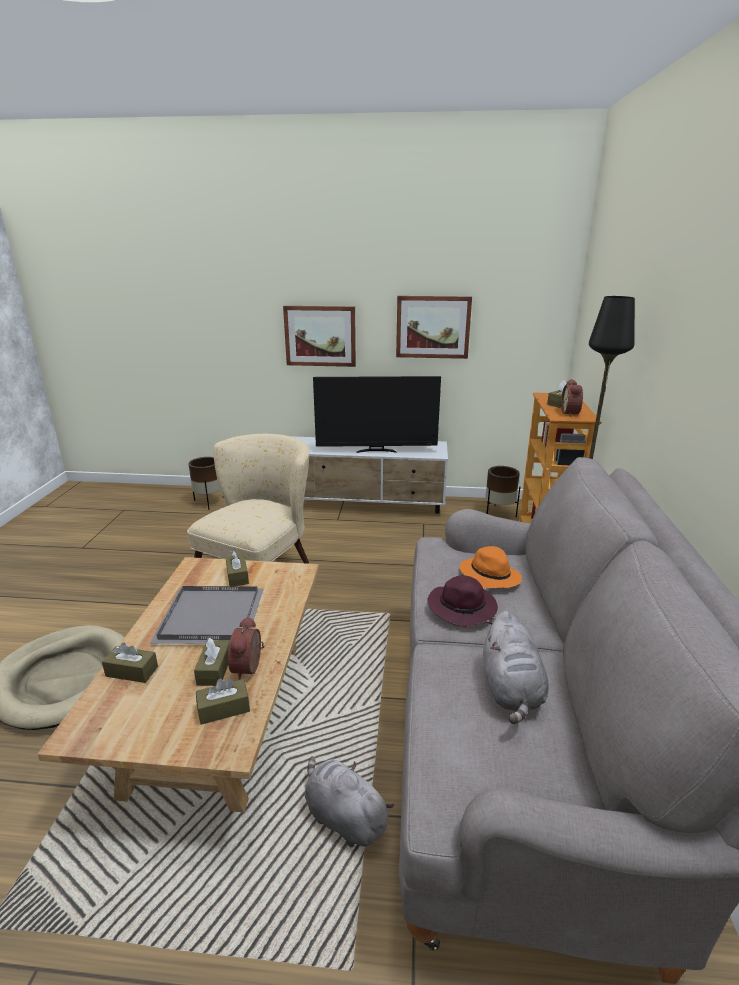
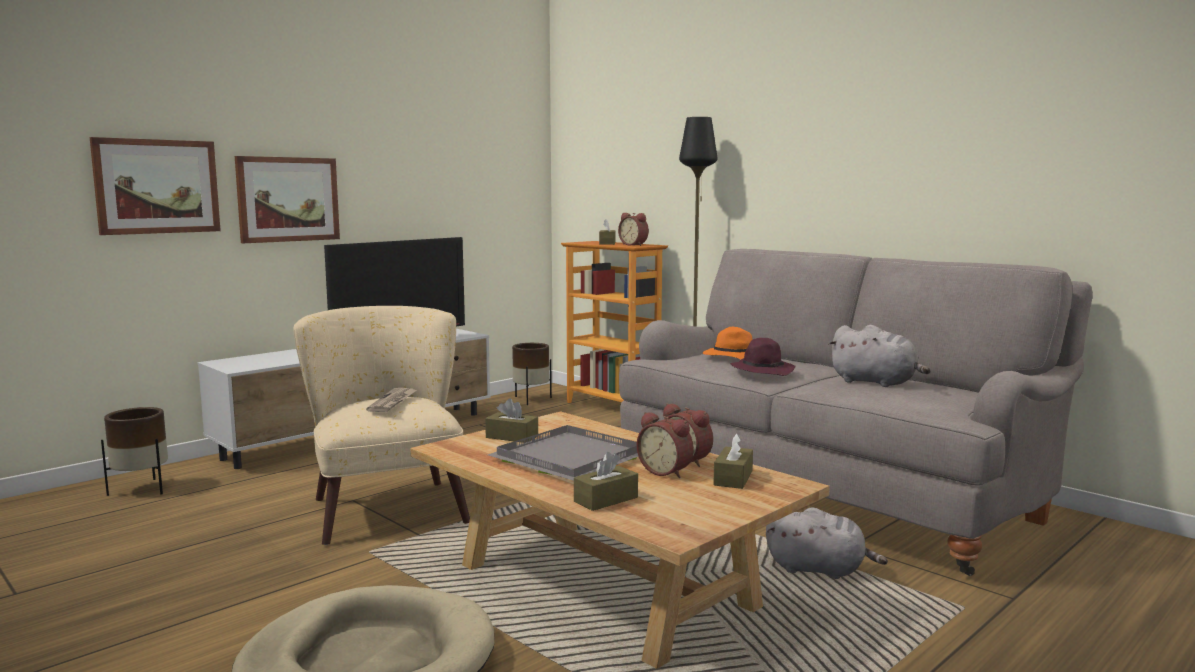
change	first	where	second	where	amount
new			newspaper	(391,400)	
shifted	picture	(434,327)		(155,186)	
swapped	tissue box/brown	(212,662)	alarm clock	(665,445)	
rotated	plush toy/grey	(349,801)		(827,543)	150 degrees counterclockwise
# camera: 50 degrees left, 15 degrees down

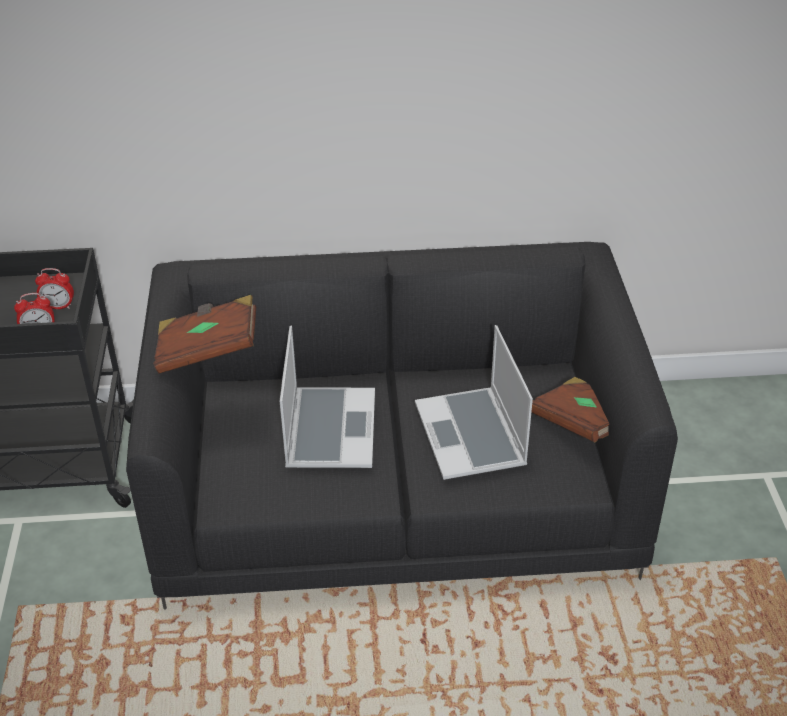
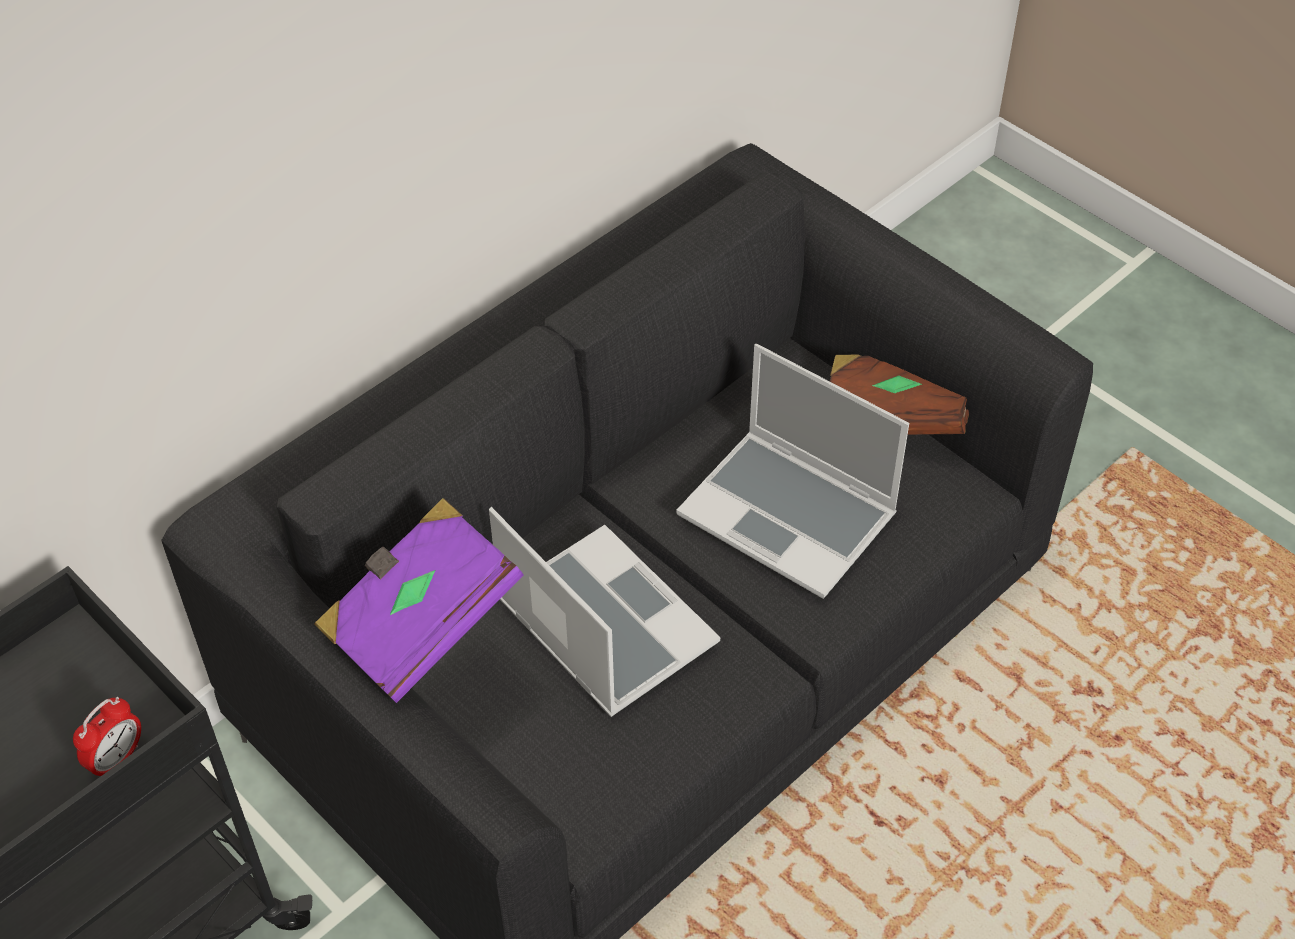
change	first	where	second	where	amount
gone	alarm clock	(54,288)			
repainted	book/brown	(205,334)	book/purple	(419,600)	
# camera: 40 degrees left, 10 degrees up

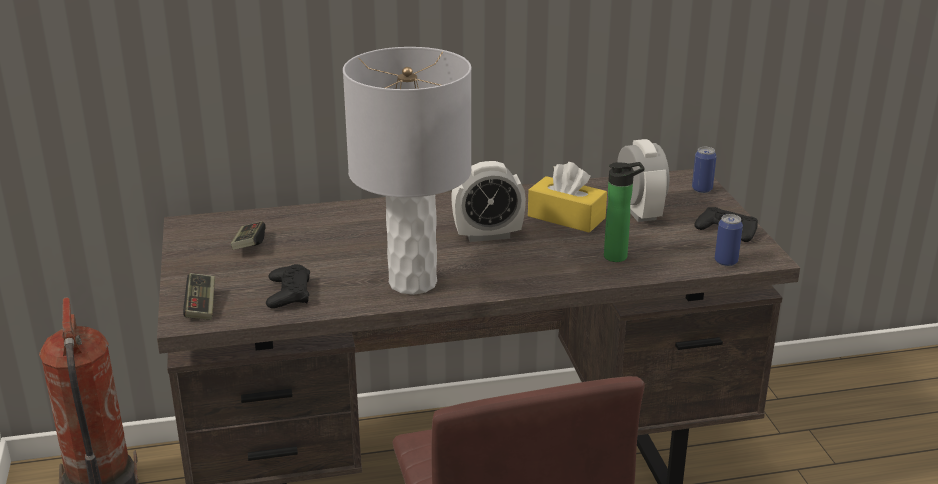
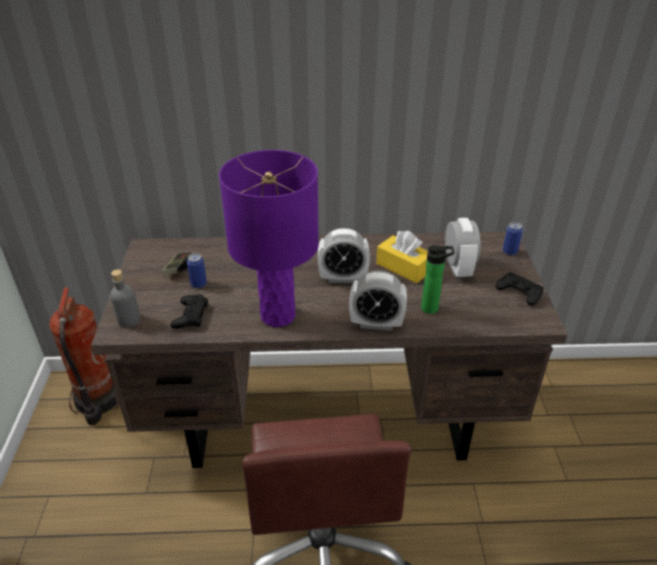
change	first	where	second	where	amount
new			alarm clock	(378,301)	
shifted	can	(729,240)		(197,270)	
swapped	game controller	(199,296)	bottle/grey	(125,298)	
repainted	table lamp/grey	(407,171)	table lamp/purple	(269,238)	
# camera: 10 degrees right, 10 degrees up

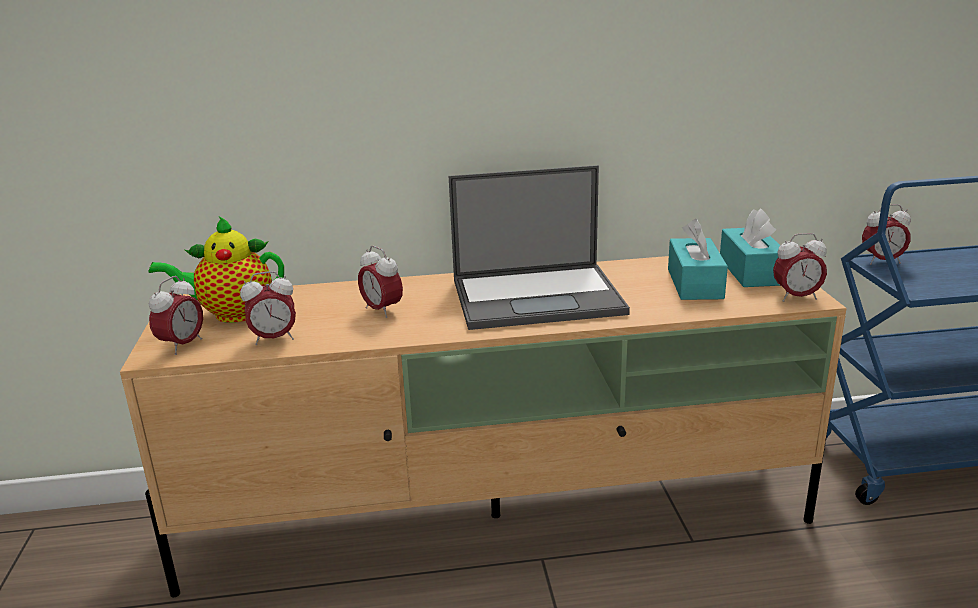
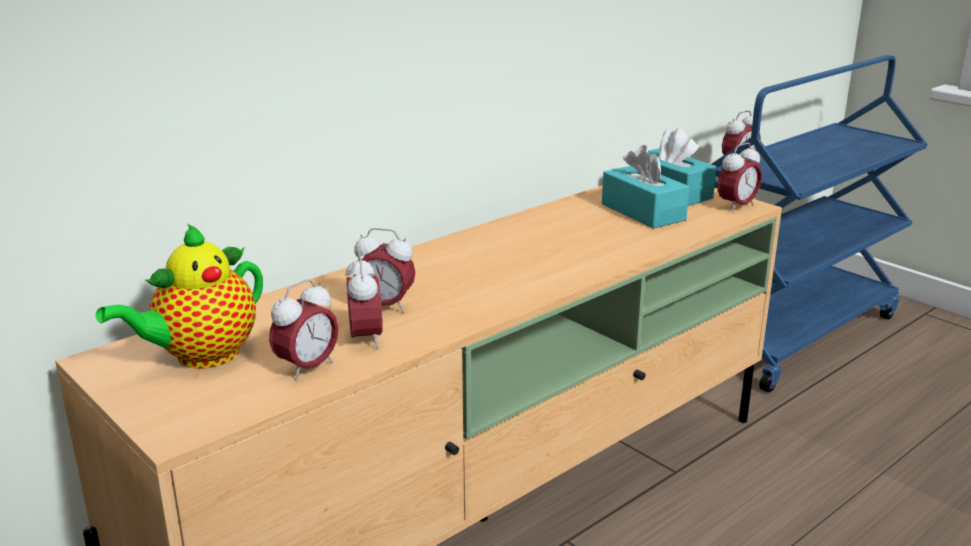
change	first	where	second	where	amount
gone	laptop	(539,247)			
shifted	alarm clock	(176,315)		(364,301)	
# camera: 35 degrees left, 0 degrees up

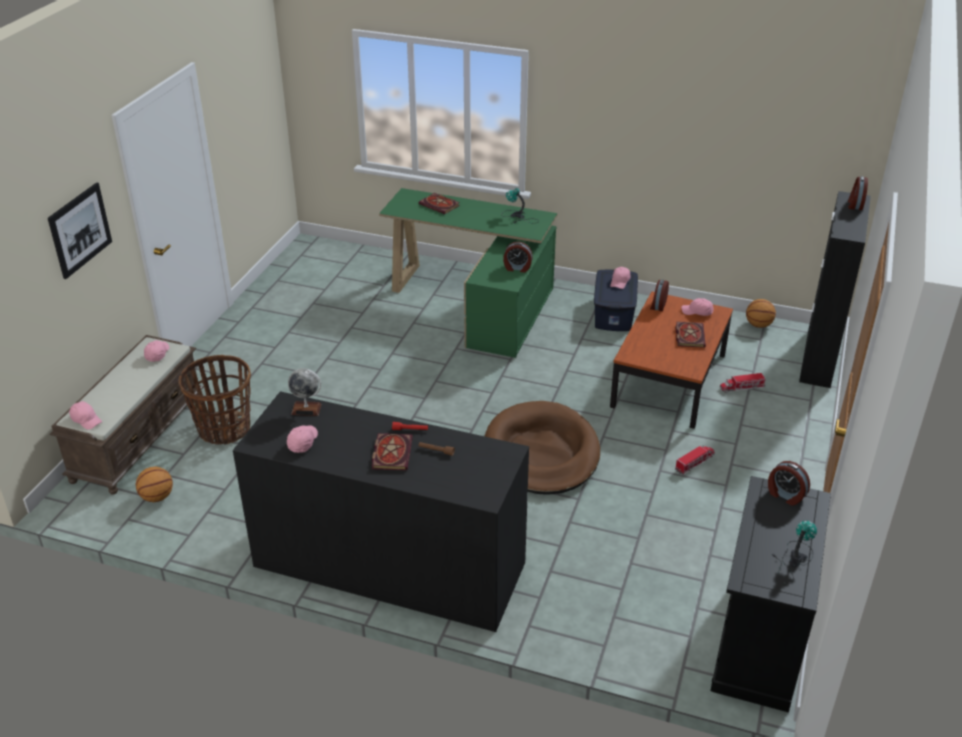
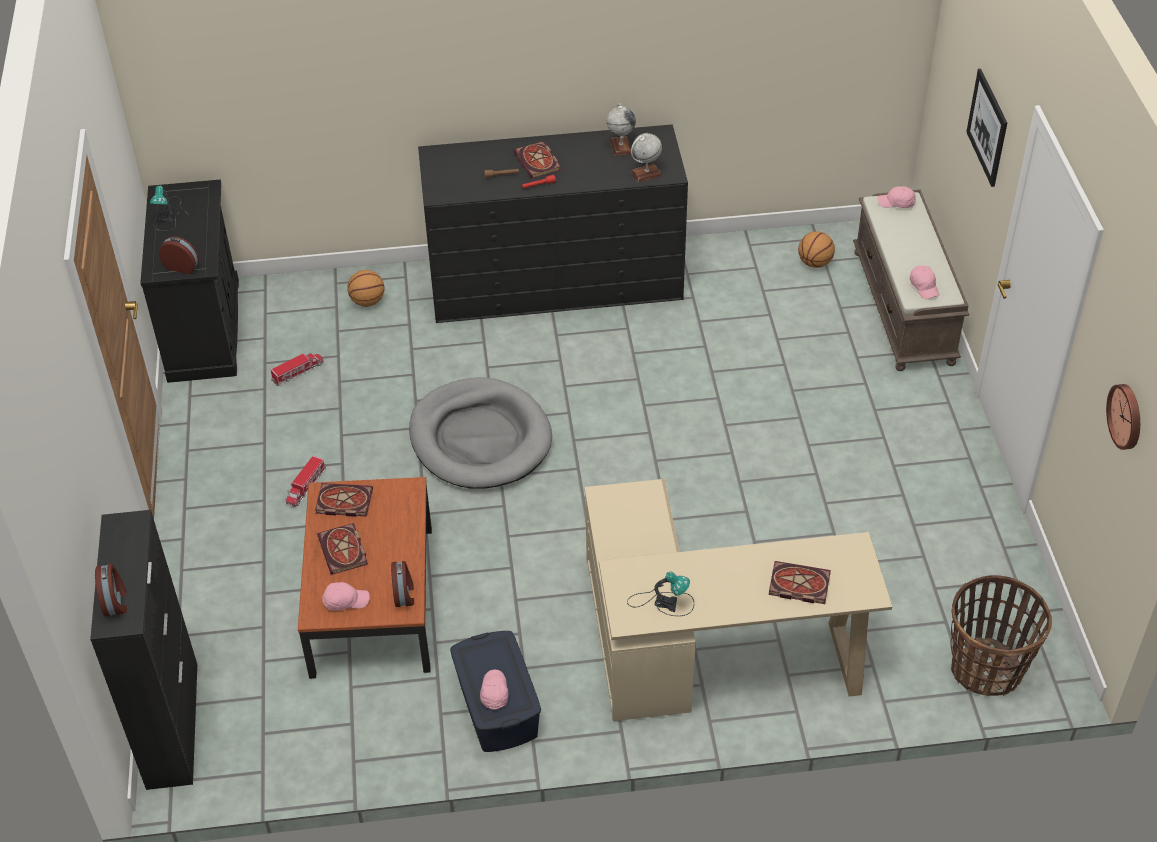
change	first	where	second	where	amount
gone	alarm clock	(517,257)			
new			book	(344,500)	
new			wall clock	(1123,417)	
shifted	basket	(215,400)		(1001,635)	
shifted	toy truck	(742,383)		(297,369)	
shifted	basketball	(761,313)		(365,288)	
swapped	cap/pink	(302,439)	globe	(621,130)	
repainted	desk/green	(468,273)	desk/beige	(738,599)	
repainted	dog bed/brown	(542,448)	dog bed/grey	(480,433)	
# camera: 155 degrees right, 10 degrees up

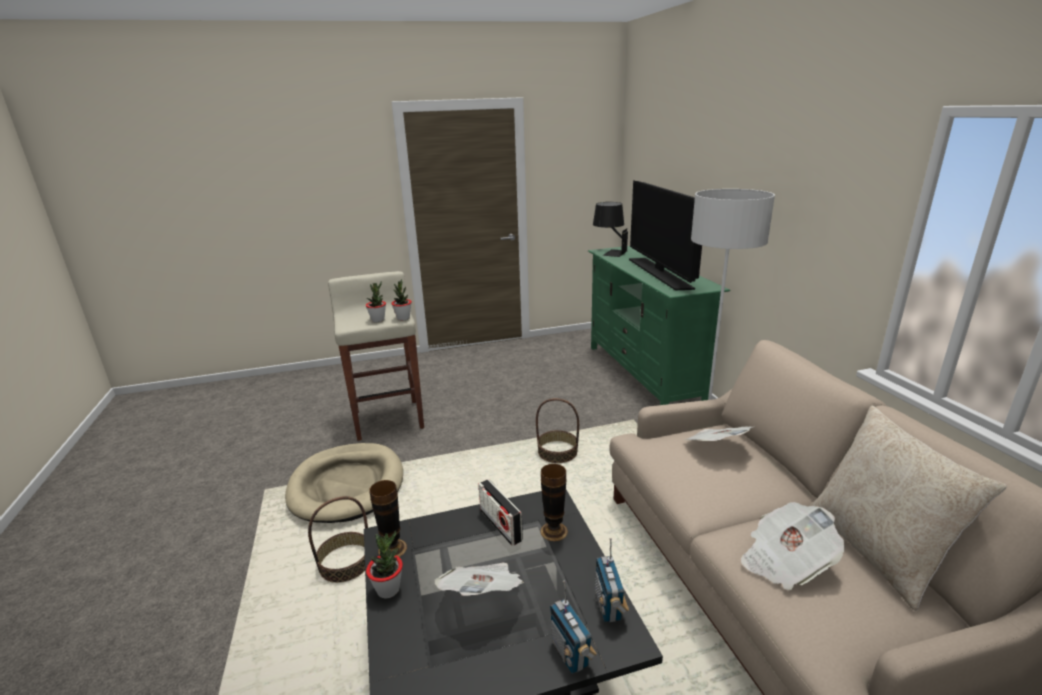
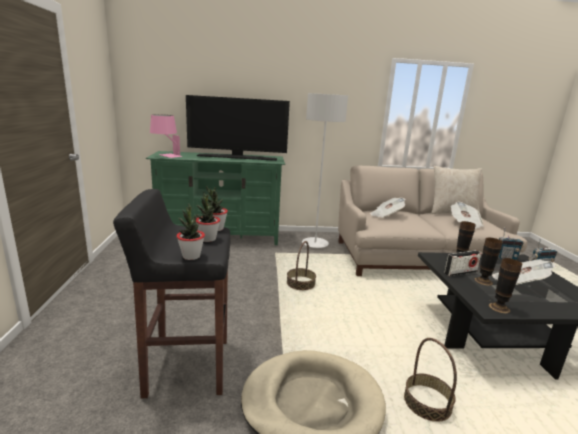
change	first	where	second	where	amount
new			vase	(488,262)	
shifted	potted plant	(384,564)		(191,232)	
repainted	stool/beige	(376,356)	stool/black	(171,293)	
repainted	table lamp/black	(610,229)	table lamp/pink	(166,136)	
# camera: 80 degrees left, 5 degrees down

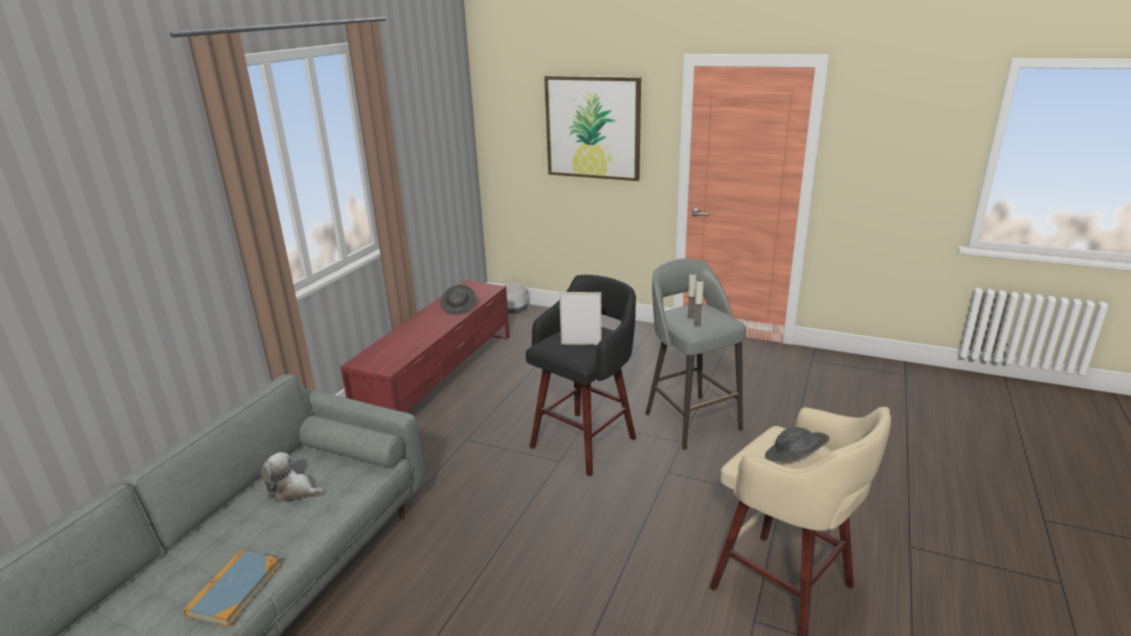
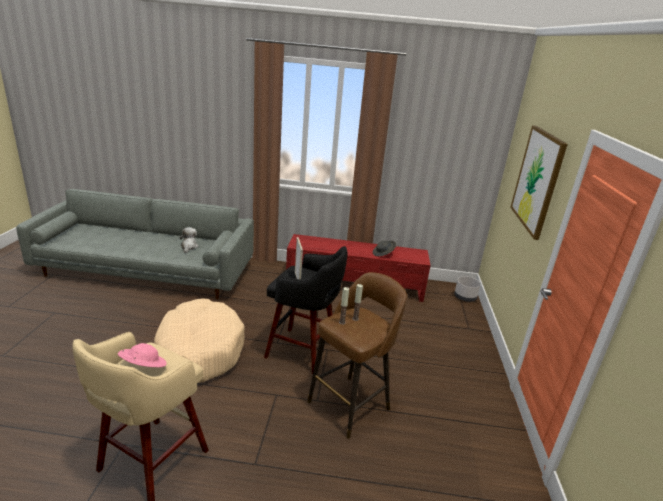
change	first	where	second	where	amount
gone	book	(232,588)			
new			dog bed/beige	(199,341)	
repainted	stool/grey	(695,354)	stool/brown	(357,355)	
repainted	hat/grey	(797,444)	hat/pink	(142,355)	
# camera: 70 degrees right, 0 degrees up

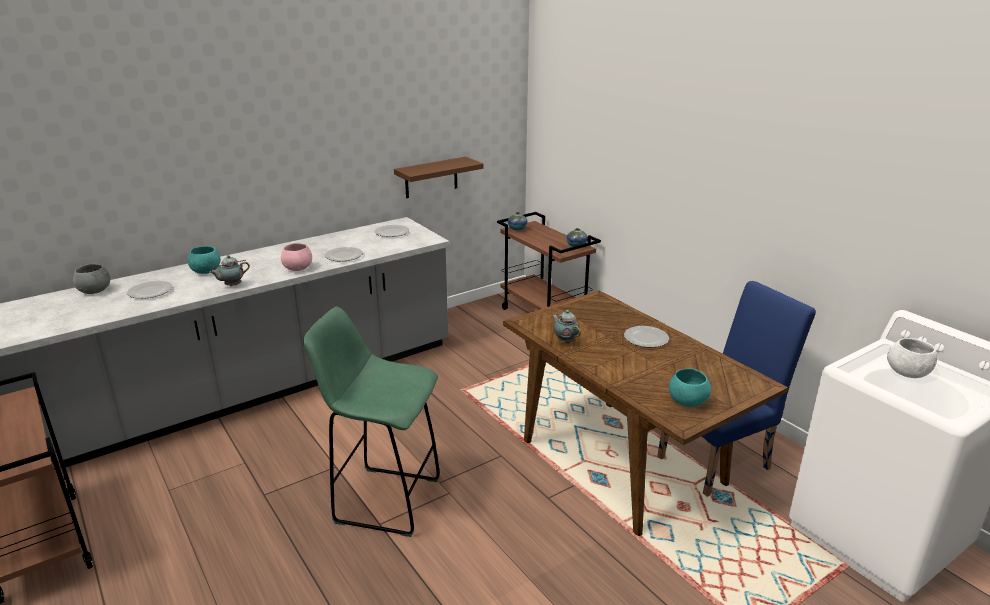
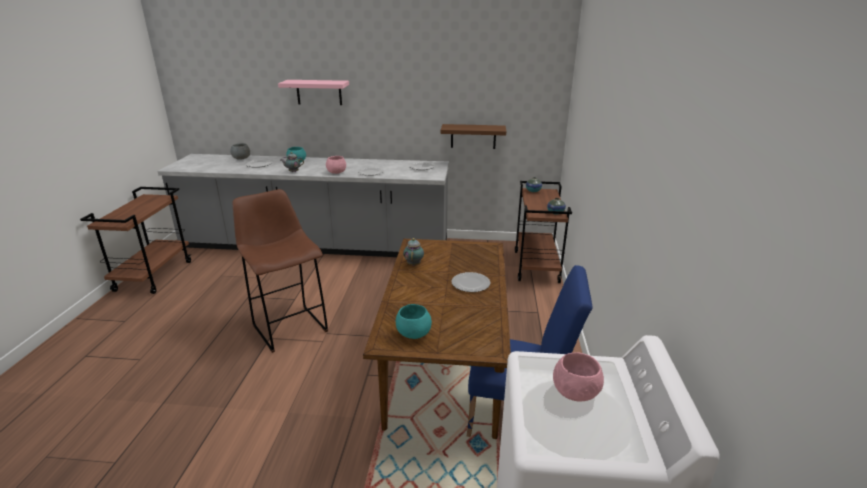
change	first	where	second	where	amount
new			shelf/pink	(313,92)	
repainted	stool/green	(371,421)	stool/brown	(280,271)	
repainted	bowl/white	(912,358)	bowl/pink	(578,377)	
# camera: 40 degrees right, 0 degrees up

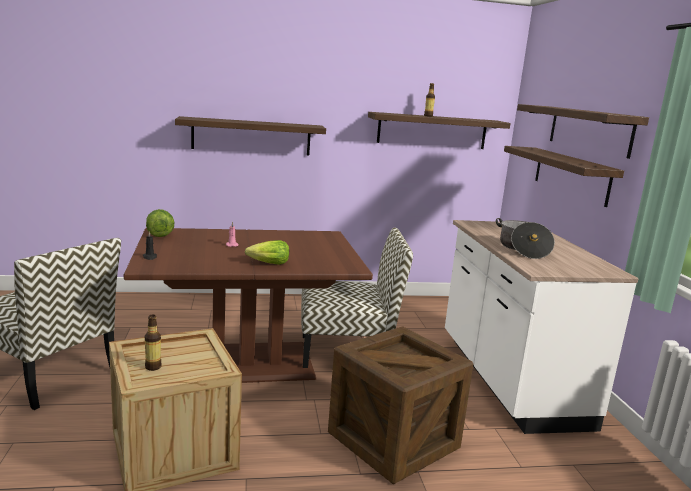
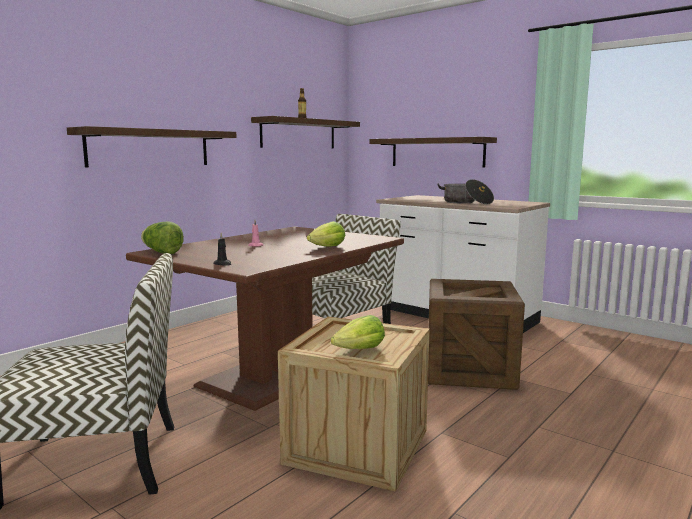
change	first	where	second	where	amount
gone	shelf	(583,131)			
swapped	bottle	(153,343)	lettuce	(358,332)	
# camera: 40 degrees left, 5 degrees down

